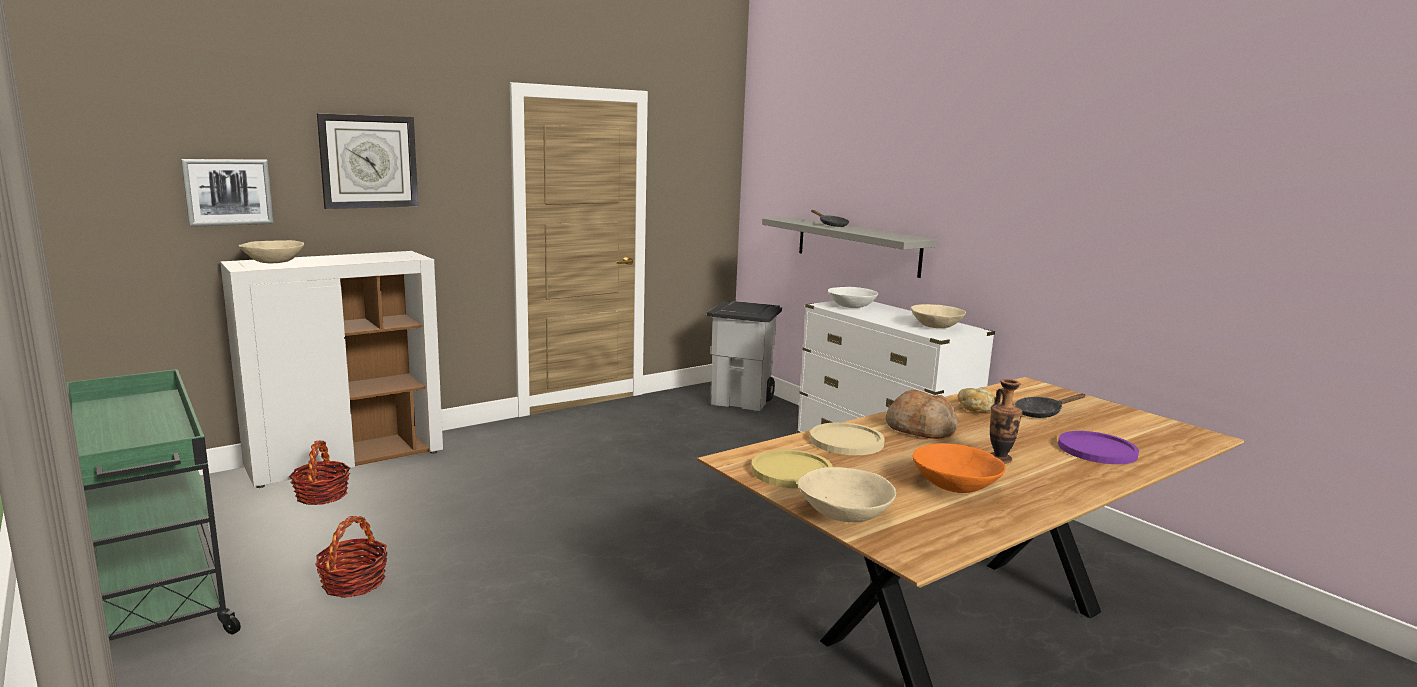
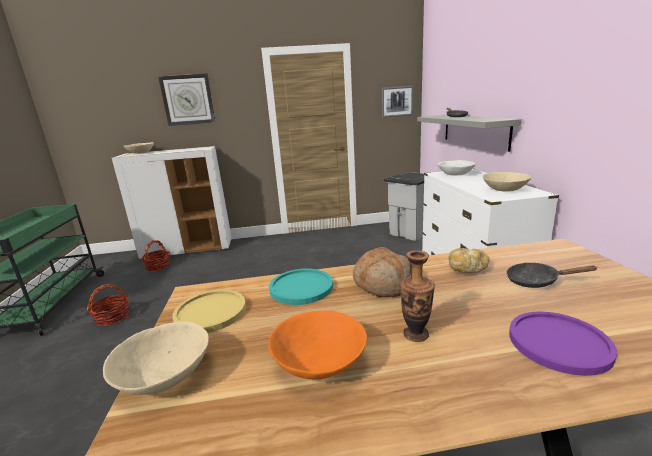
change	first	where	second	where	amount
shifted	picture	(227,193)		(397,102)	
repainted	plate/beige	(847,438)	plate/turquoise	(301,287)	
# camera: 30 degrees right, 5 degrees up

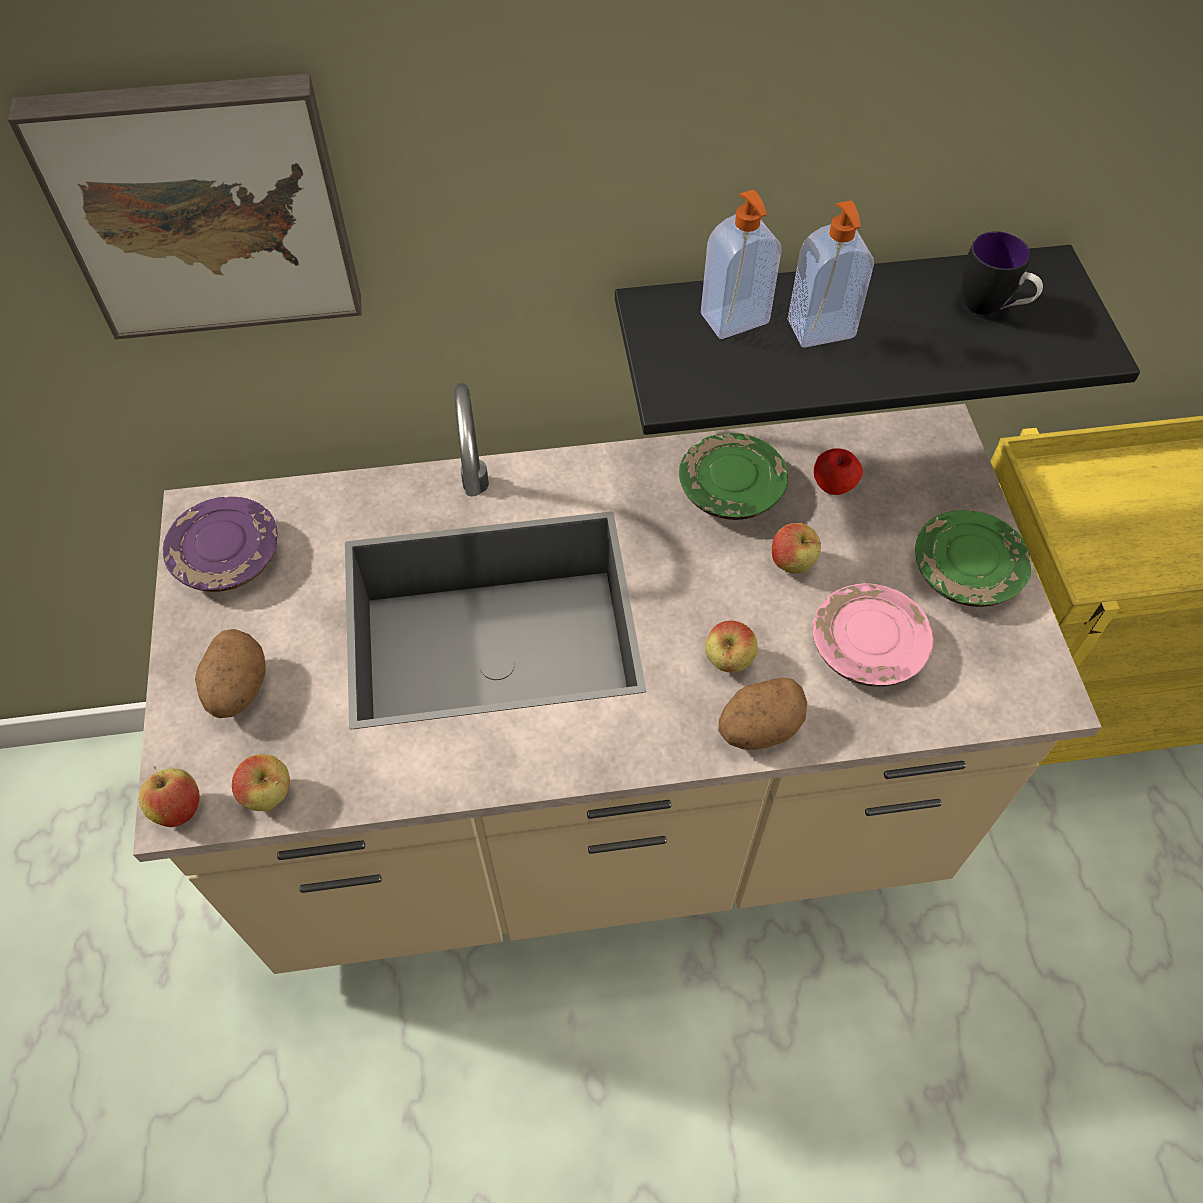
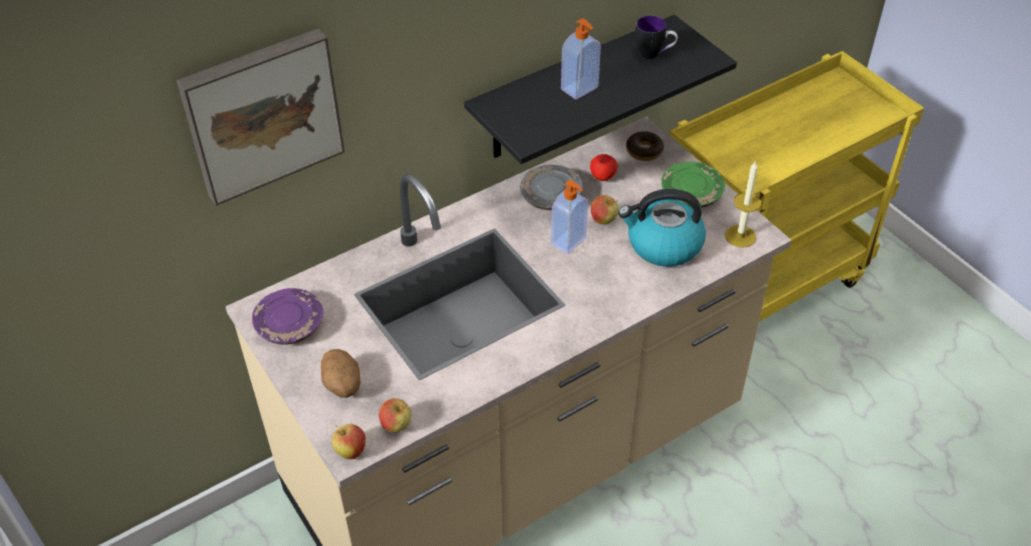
change	first	where	second	where	amount
gone	apple	(731,647)			
gone	potato	(762,714)			
new			donut	(645,146)	
new			candle	(743,204)	
shifted	soap dispenser	(741,264)		(569,217)	
swapped	plate/pink	(873,635)	kettle	(662,228)	
repainted	plate/green	(733,476)	plate/grey	(551,187)	
# camera: 25 degrees left, 10 degrees down

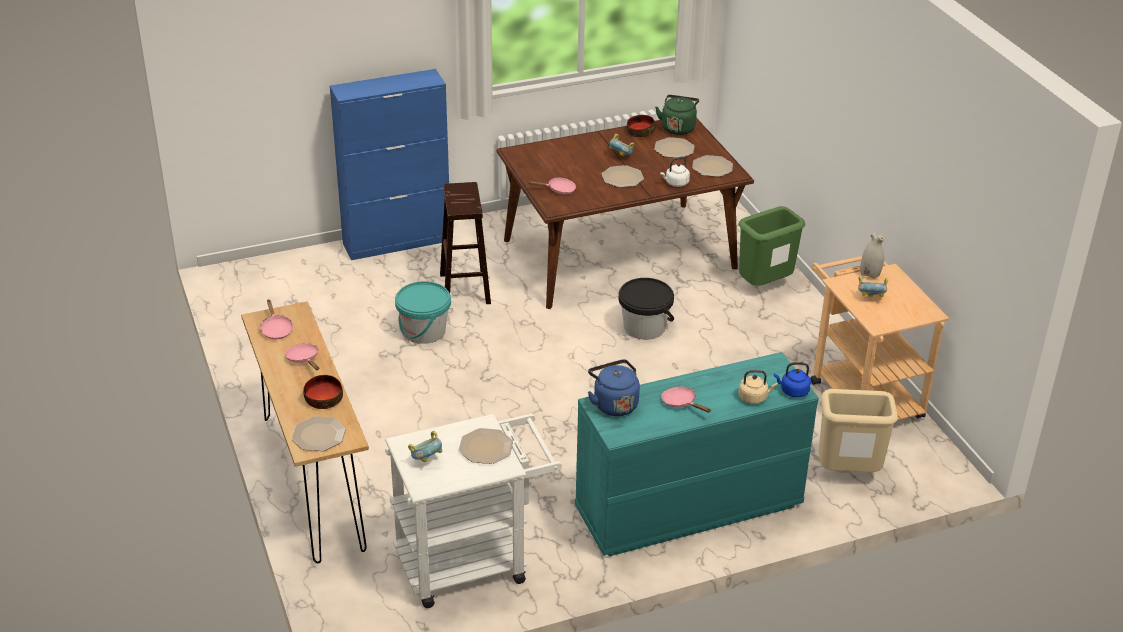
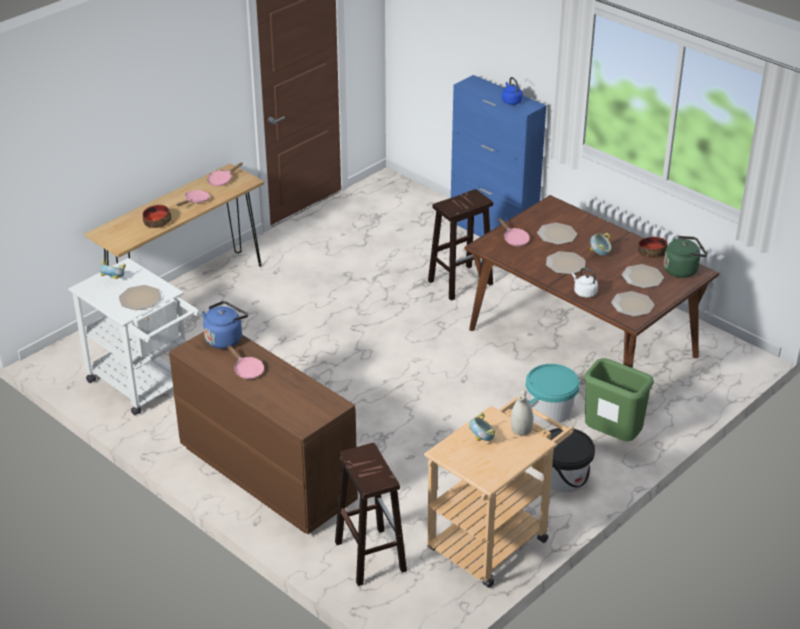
change	first	where	second	where	amount
gone	kettle/beige	(758,387)			
shifted	plate	(318,433)		(557,234)	
shifted	bucket/turquoise	(423,312)		(553,394)	
shifted	bucket/black	(646,309)		(568,460)	
shifted	kettle/blue	(792,380)		(512,91)	
swapped	trash can/beige	(858,430)	stool/brown	(371,514)	
repainted	dresser/turquoise	(697,454)	dresser/brown	(263,433)	
rotated	frying pan/pink	(686,400)		(246,362)	120 degrees clockwise
# camera: 65 degrees right, 0 degrees up

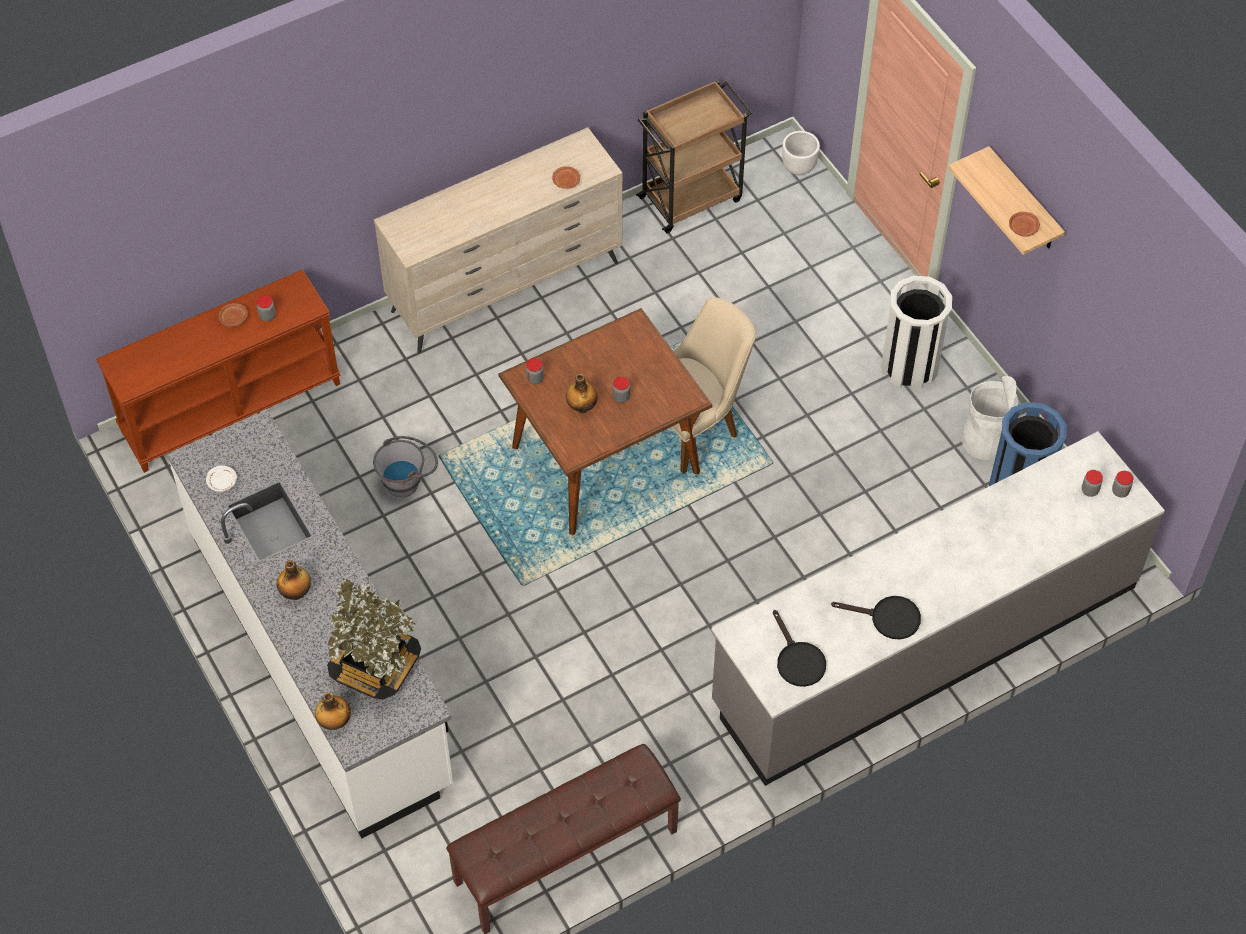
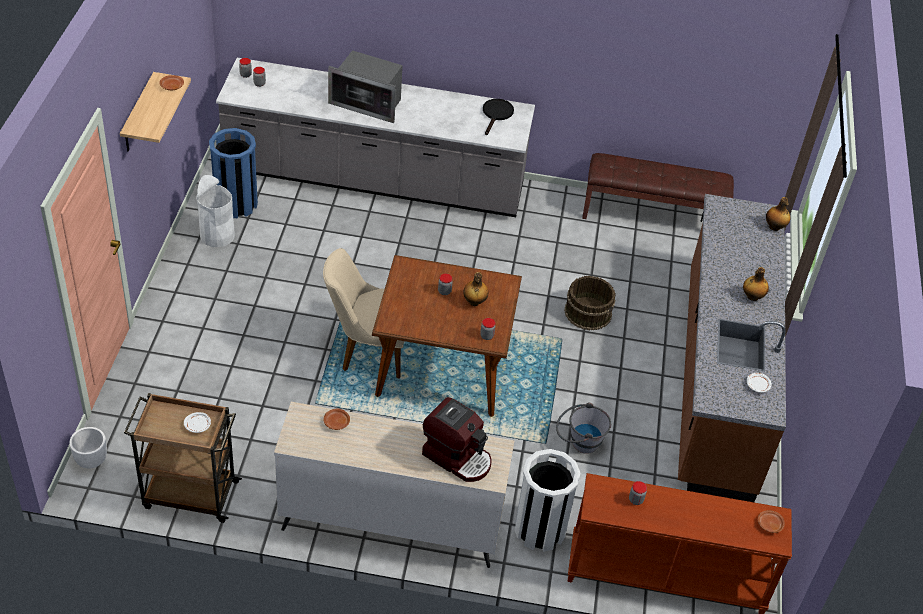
change	first	where	second	where	amount
gone	potted plant	(374,639)			
gone	frying pan/black	(876,617)			
new			plate/white	(197,422)	
new			microwave	(365,86)	
new			coffee machine	(456,439)	
new			bucket/brown	(590,303)	
shifted	plate/brown	(233,315)		(771,521)	
shifted	trash can/white	(916,333)		(547,500)	
repainted	counter/white	(310,624)	counter/brown	(732,348)	
# camera: 145 degrees left, 10 degrees down

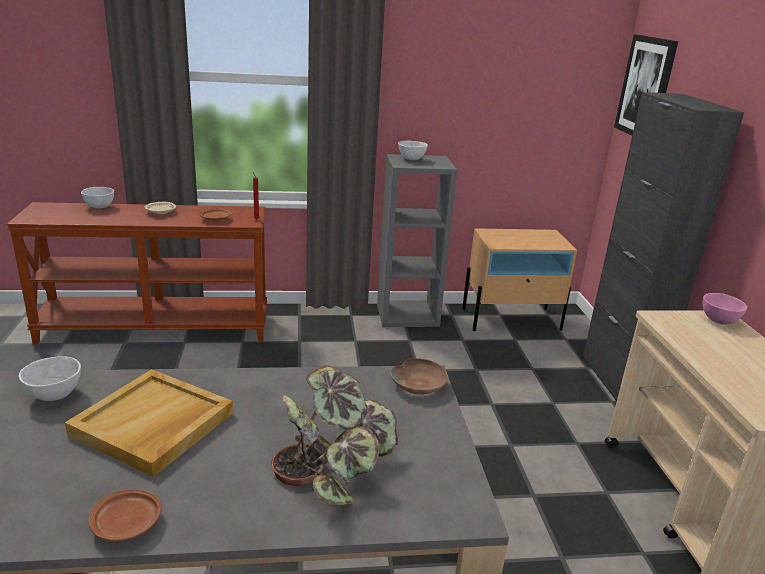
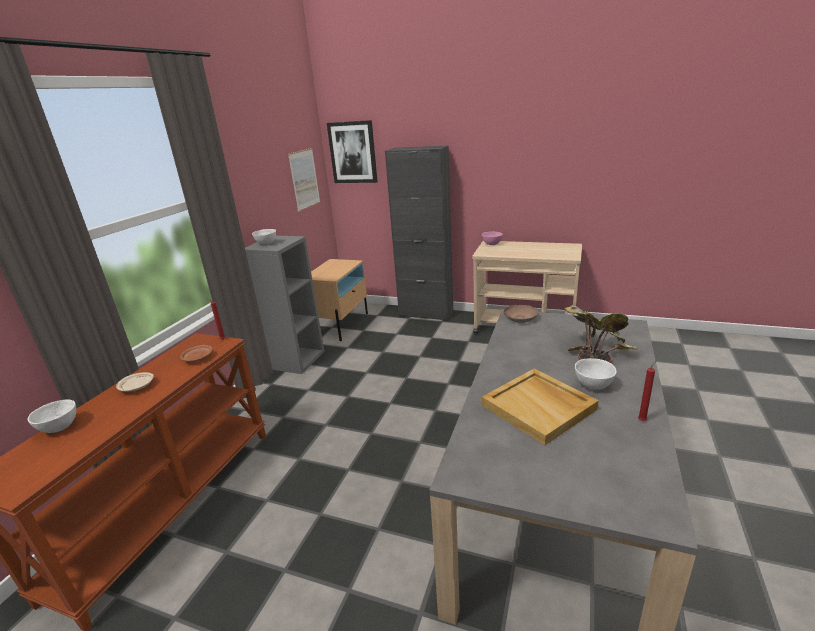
change	first	where	second	where	amount
new			picture	(304,180)	
shifted	bowl/white	(50,378)		(596,374)	
swapped	plate/brown	(125,515)	candle/red	(647,391)	
# camera: 60 degrees left, 0 degrees up

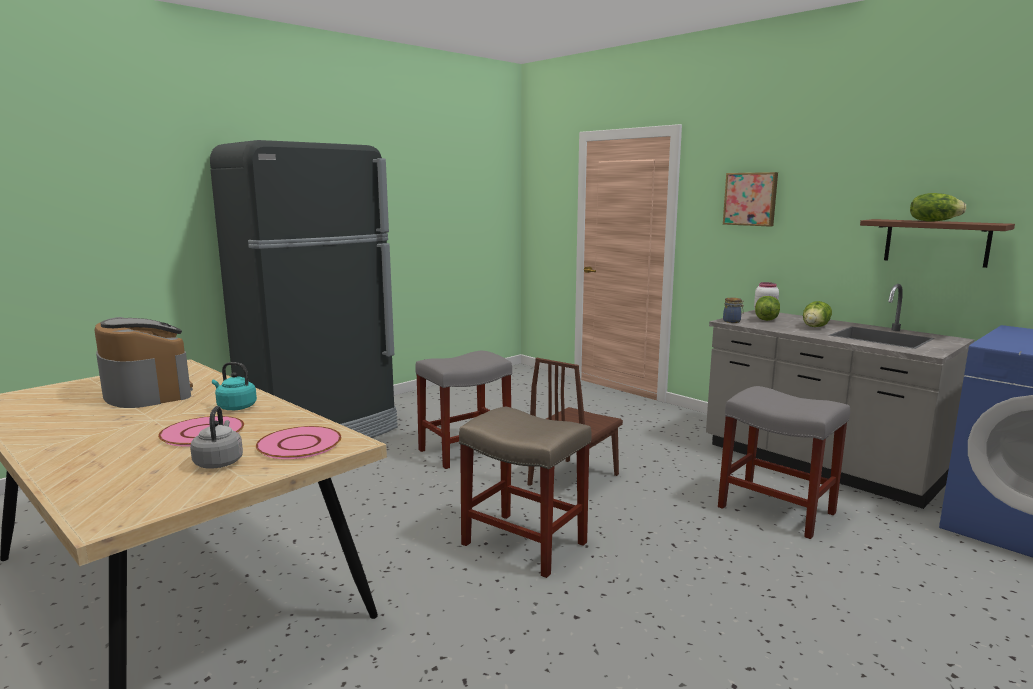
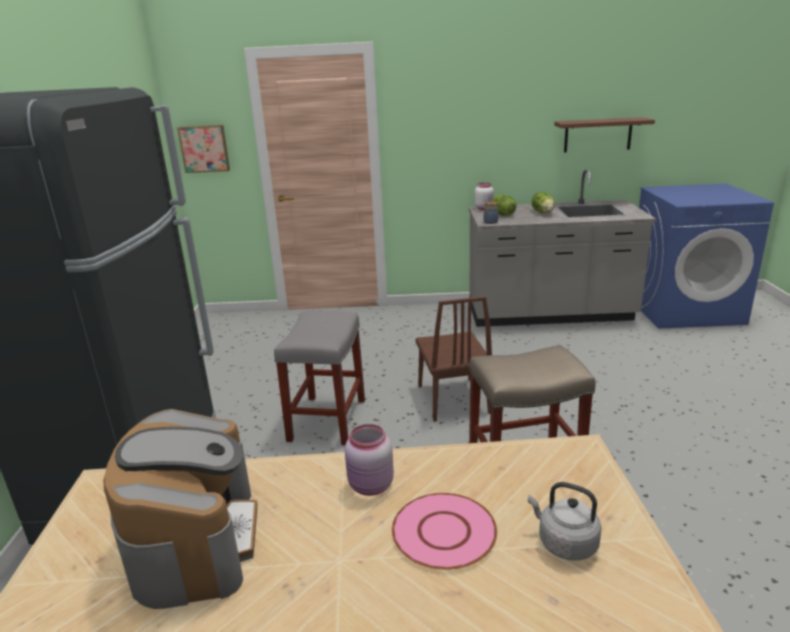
change	first	where	second	where	amount
gone	plate/pink	(298,442)			
gone	stool/grey	(784,462)			
gone	lettuce	(938,207)			
shifted	picture	(750,199)		(203,149)	
swapped	kettle/turquoise	(234,386)	jar/pink	(369,460)	
rotated	coffee machine	(143,362)		(180,509)	75 degrees clockwise
# camera: 45 degrees left, 10 degrees up

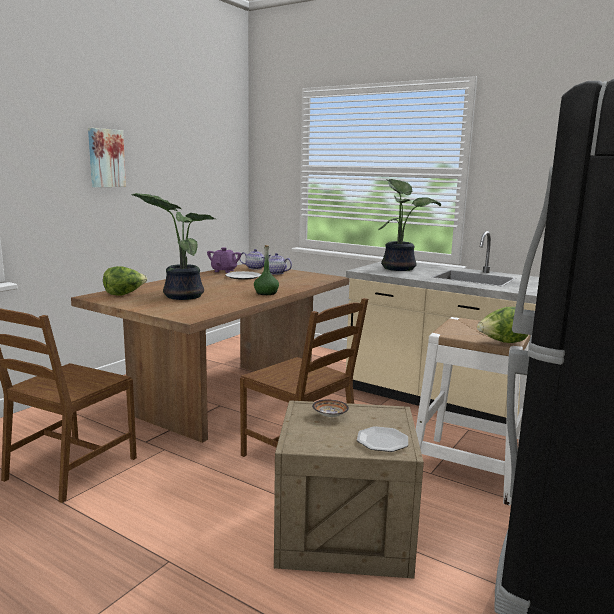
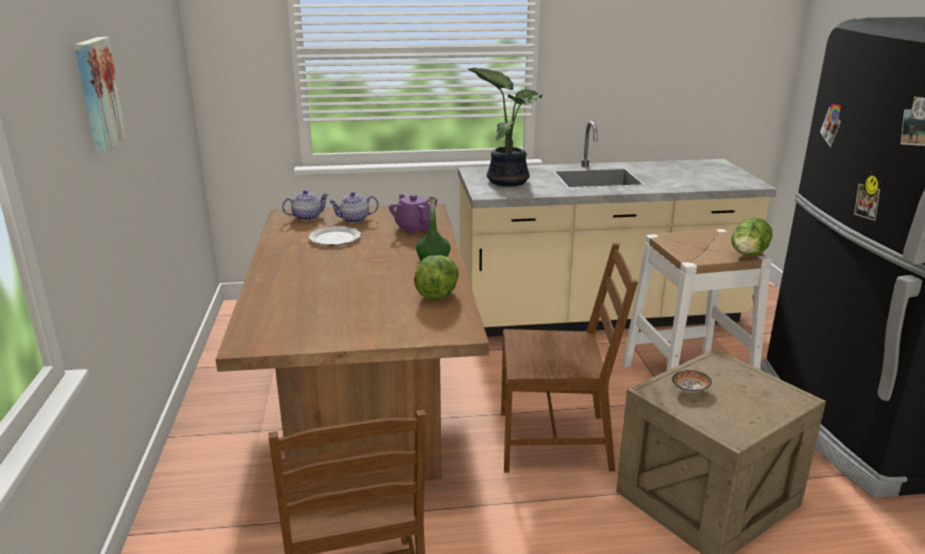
change	first	where	second	where	amount
gone	potted plant	(173,246)			
gone	plate	(382,439)			
shifted	lettuce	(125,281)		(436,277)	
shifted	teapot/purple	(224,260)		(413,214)	
# camera: 40 degrees left, 10 degrees up

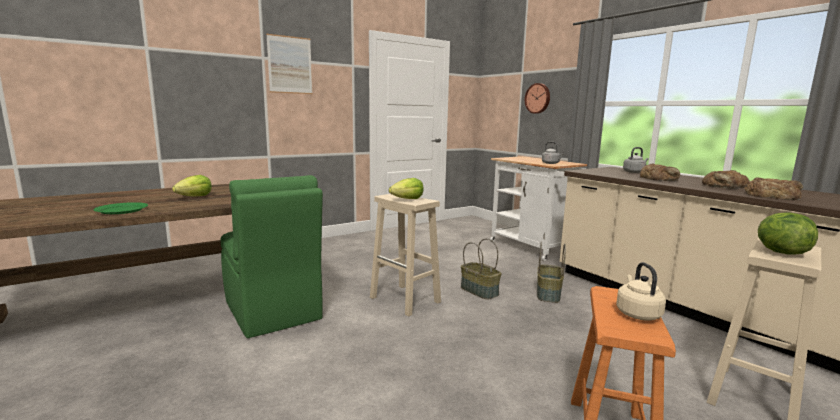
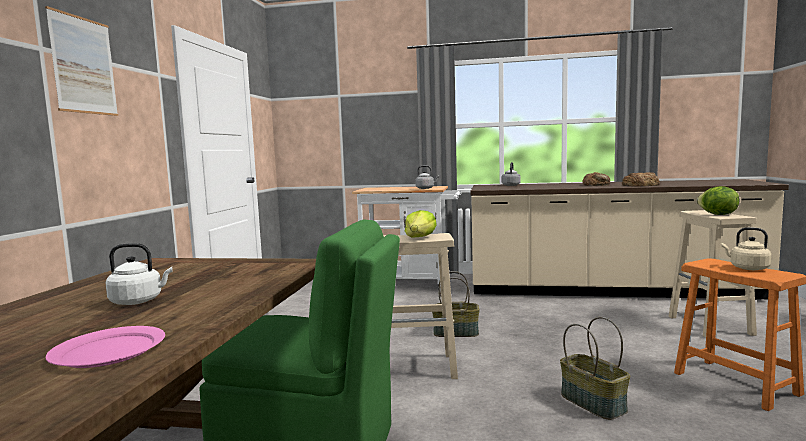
change	first	where	second	where	amount
gone	wall clock	(537,98)			
gone	bread	(660,172)			
shifted	basket	(551,272)		(595,368)	
swapped	lettuce	(192,185)	kettle/white	(138,274)	
repainted	plate/green	(121,208)	plate/pink	(105,347)	
# camera: 45 degrees left, 5 degrees down

